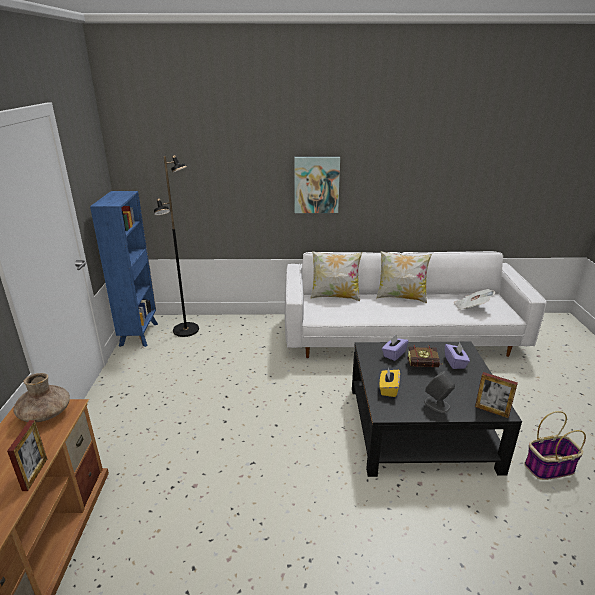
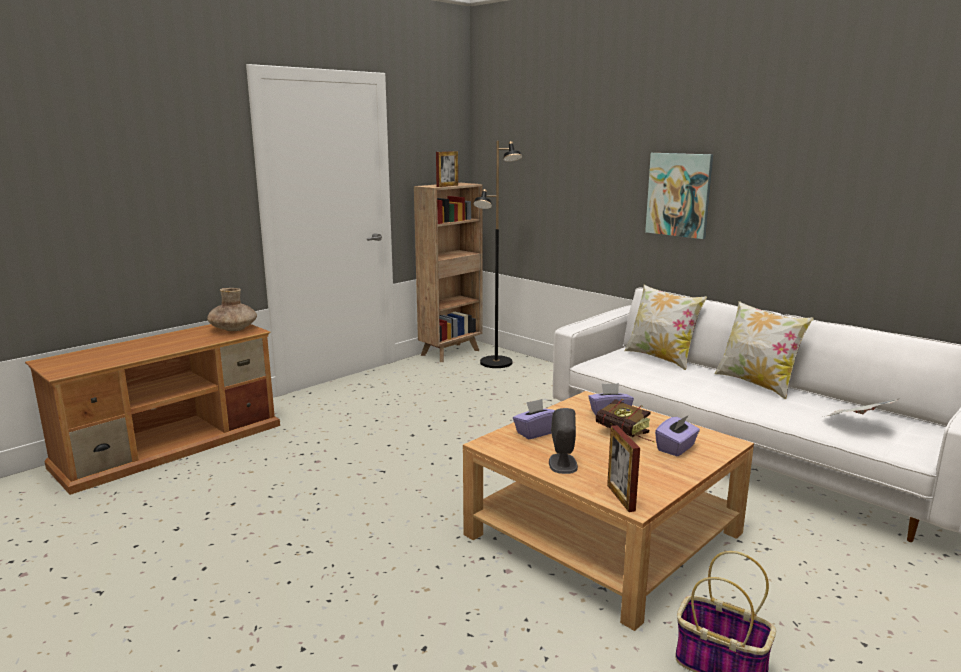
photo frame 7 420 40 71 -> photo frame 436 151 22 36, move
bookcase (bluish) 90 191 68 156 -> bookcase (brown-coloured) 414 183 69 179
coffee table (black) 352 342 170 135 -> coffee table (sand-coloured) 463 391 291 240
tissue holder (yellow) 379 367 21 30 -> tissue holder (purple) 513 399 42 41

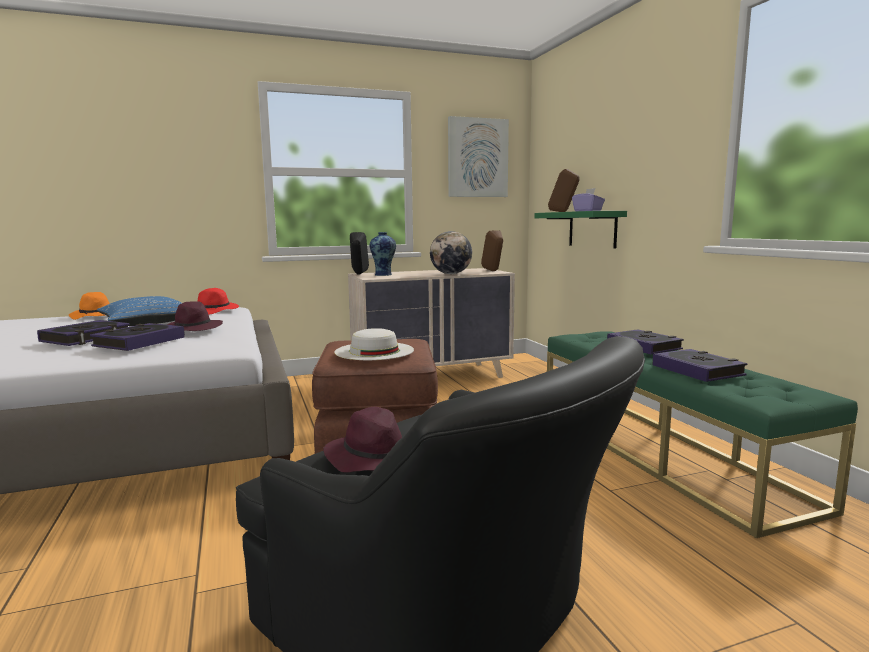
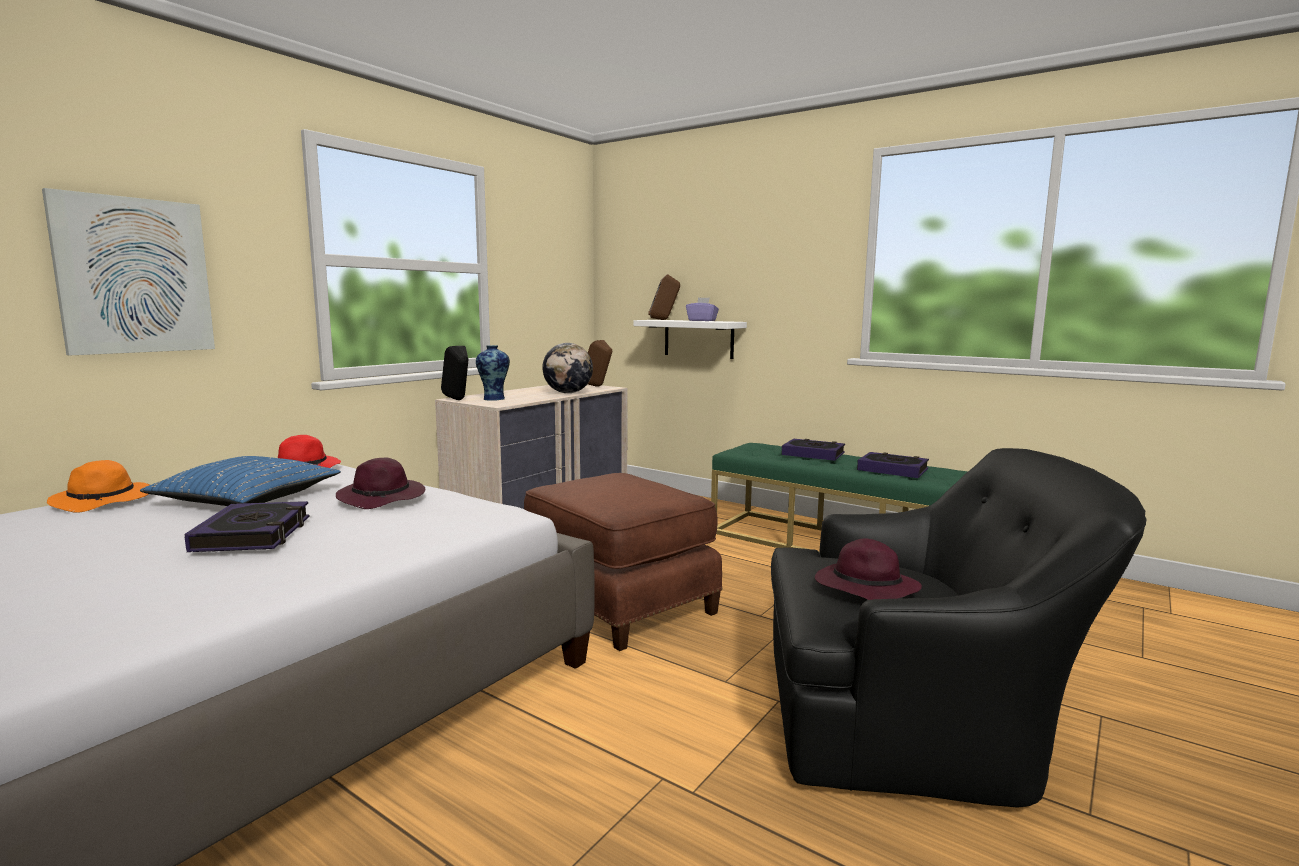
volume 90 323 95 28 -> none
hat (white-coloured) 334 328 80 32 -> none
wall art 448 116 61 81 -> wall art 42 188 173 168, move
bracket shelf (greenish) 535 211 92 37 -> bracket shelf (white-coloured) 633 320 114 39

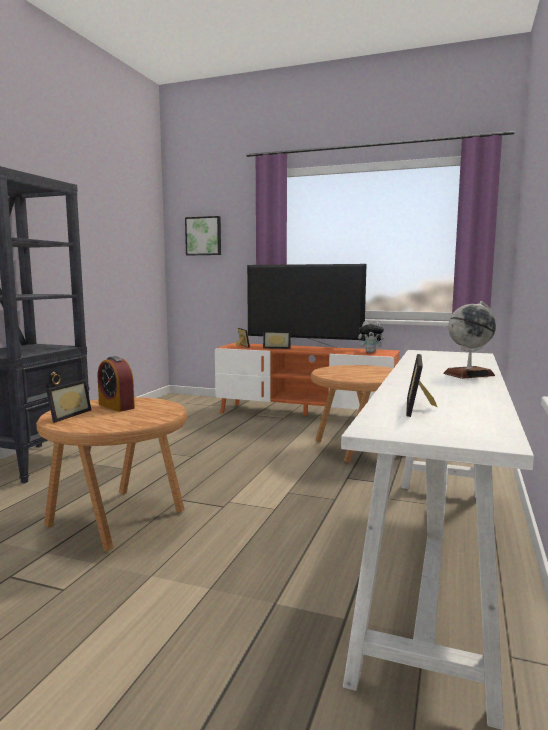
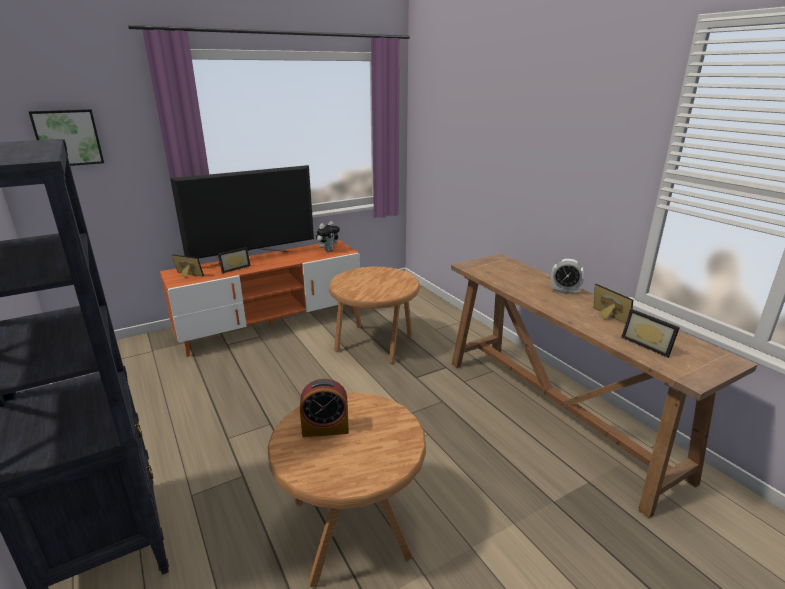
photo frame 46 380 45 43 -> photo frame 594 284 39 40, move
hall table (white-coloured) 341 350 193 380 -> hall table (brown-coloured) 451 254 306 264
desk globe 444 301 52 78 -> bedside clock 551 259 33 36

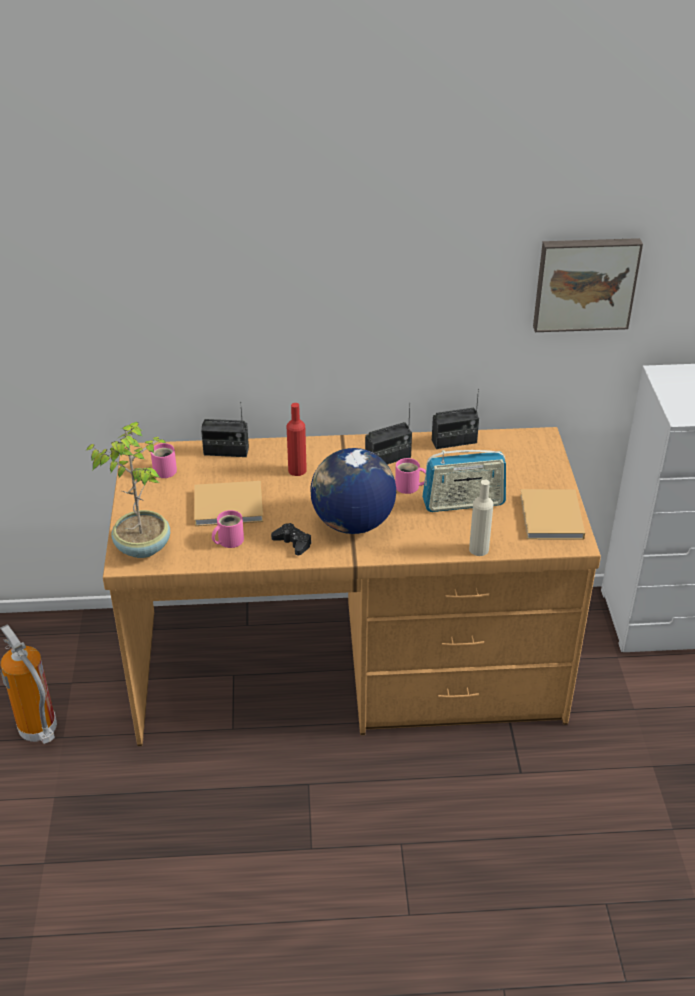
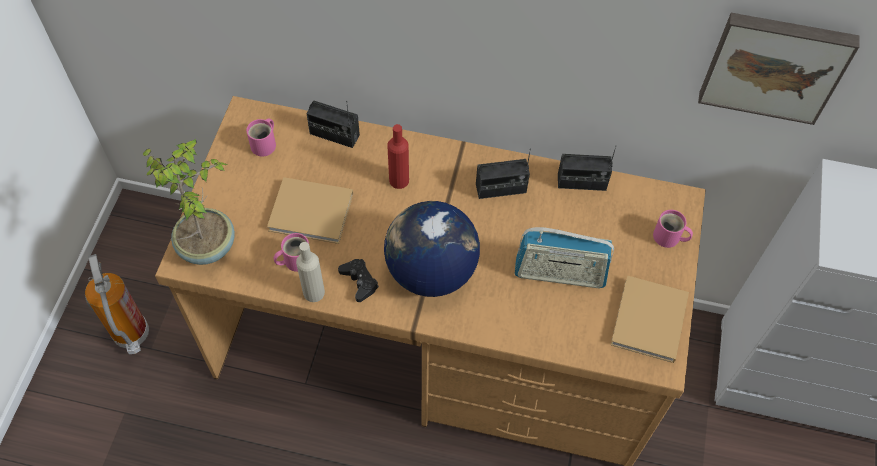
tea mug (pinkish) 395 458 31 36 -> tea mug (pinkish) 653 210 40 38, move
bottle (sand-coloured) 469 479 25 77 -> bottle (sand-coloured) 296 242 29 60, move

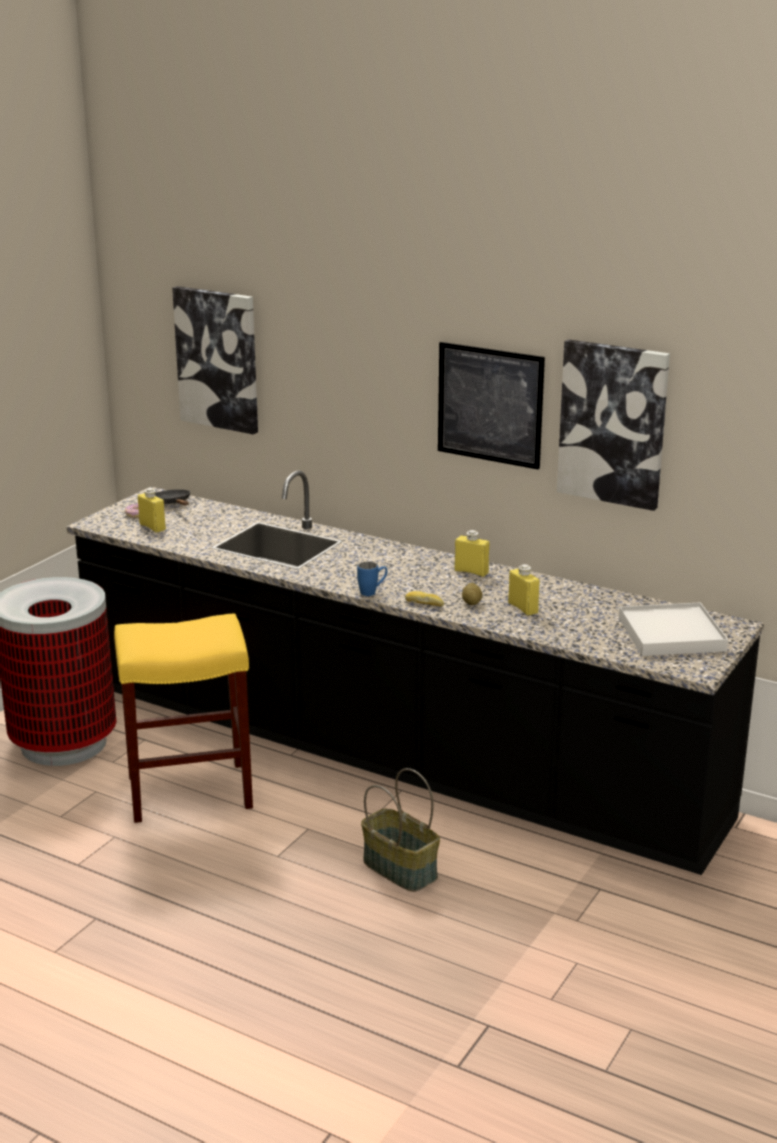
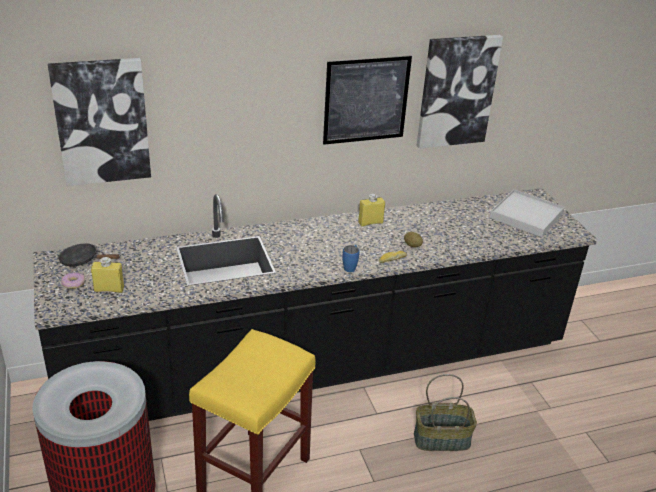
bottle (yellow) 508 564 32 52 -> none

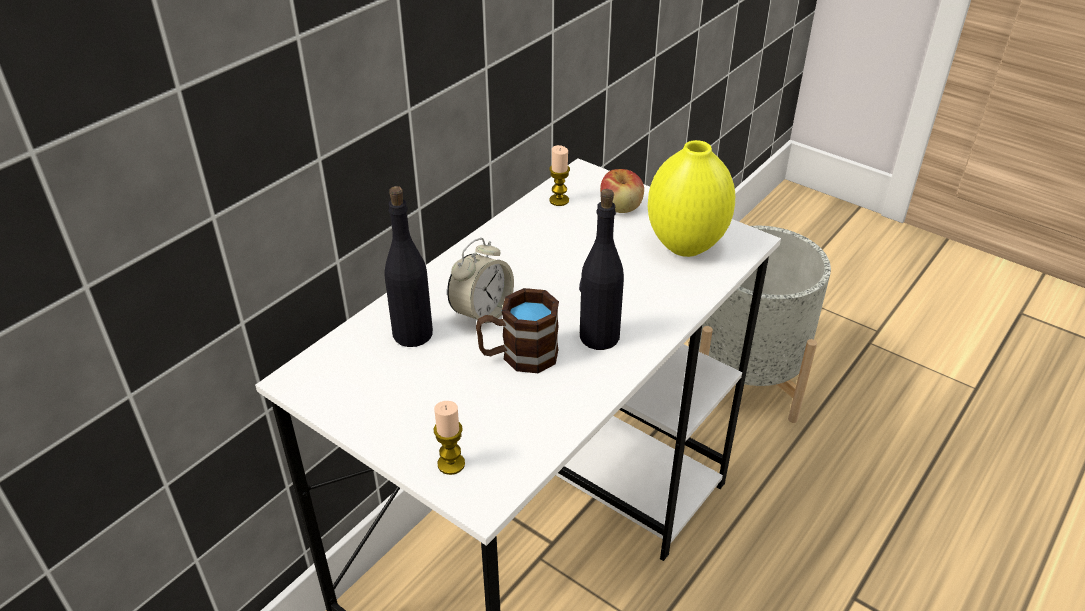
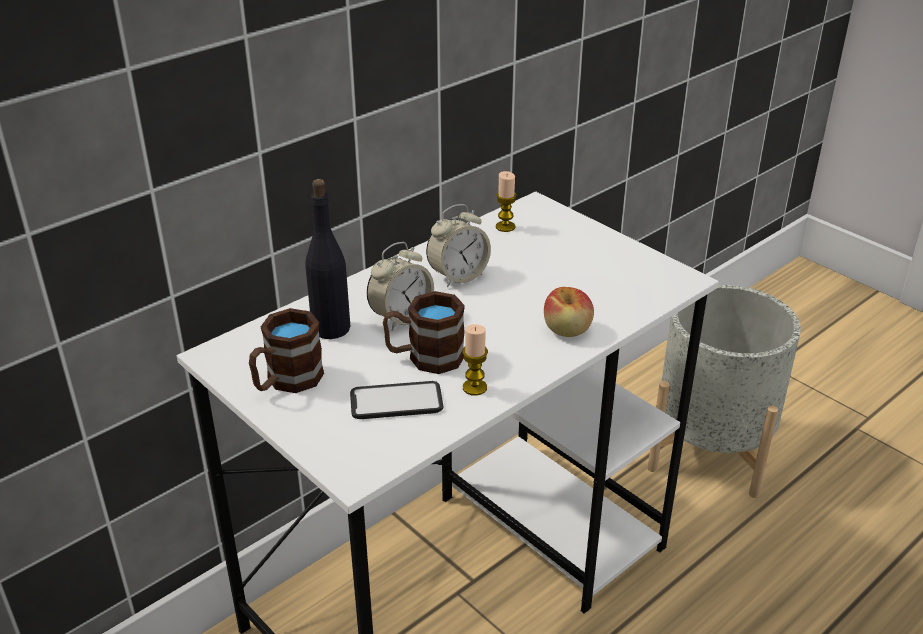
wax light 434 401 31 74 -> wax light 462 324 26 72, move
bottle (black) 579 189 45 161 -> none
whole apple 600 169 44 44 -> whole apple 544 287 50 50, move
decorative vase (yellow) 648 140 87 117 -> none
none -> tea mug (brown-coloured) 249 308 75 85
none -> handset 350 381 94 38
none -> bedside clock 426 204 65 83

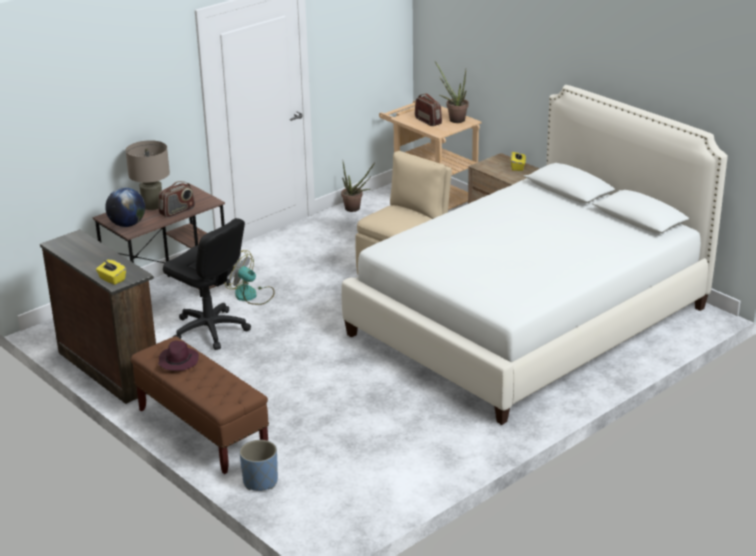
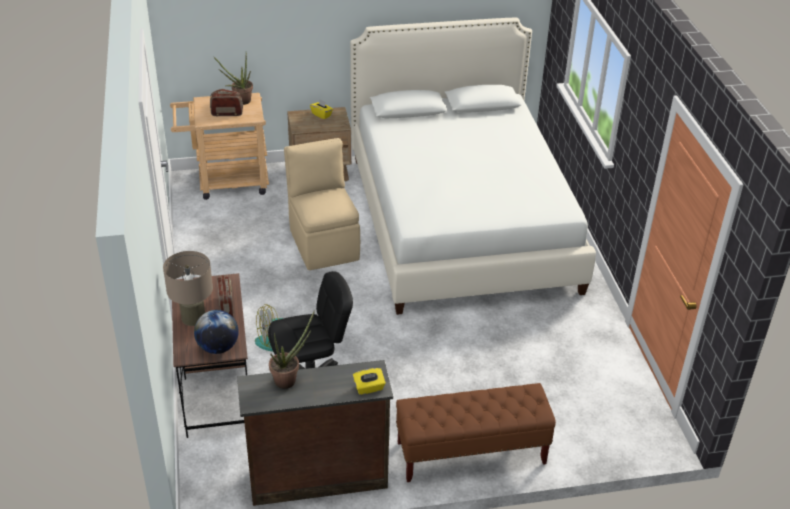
hat (purple) 158 341 41 30 -> none
flower pot (bluish) 239 440 39 51 -> none
houseplant 341 162 34 50 -> houseplant 269 310 46 79, move

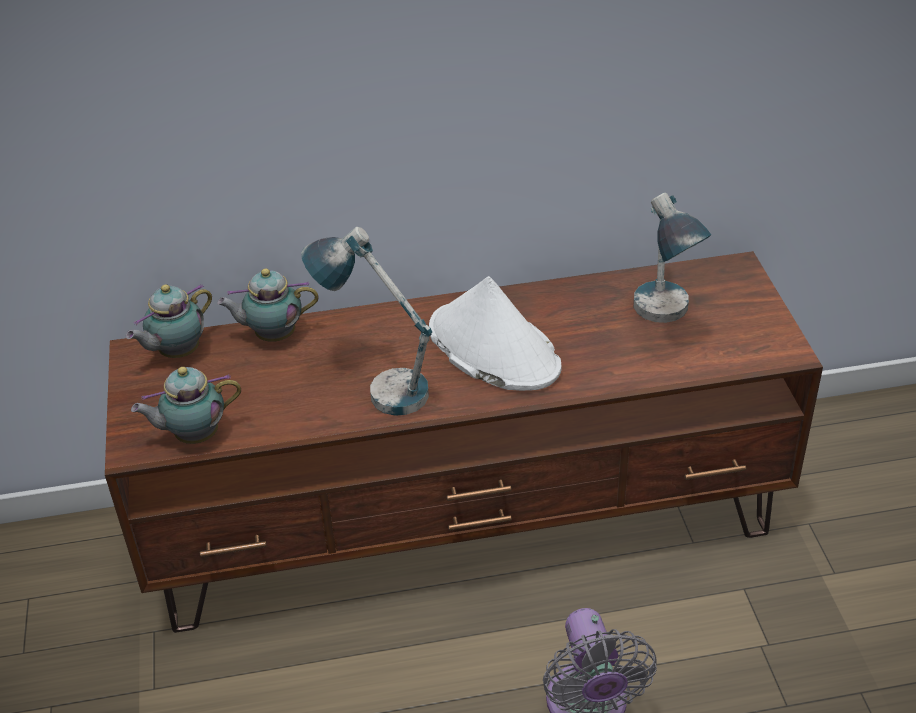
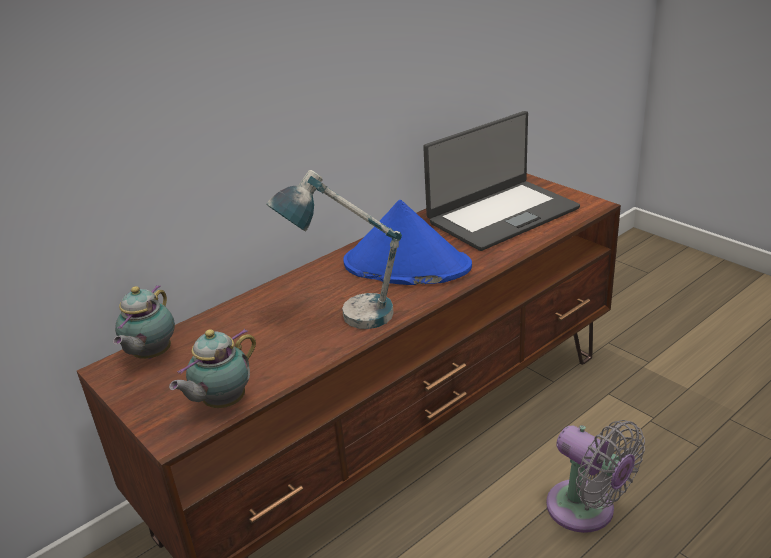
pot for tea 217 269 102 73 -> none
hat (white-coloured) 429 276 133 115 -> hat (bluish) 343 200 129 85
table lamp 634 193 77 130 -> notebook computer 423 111 157 140

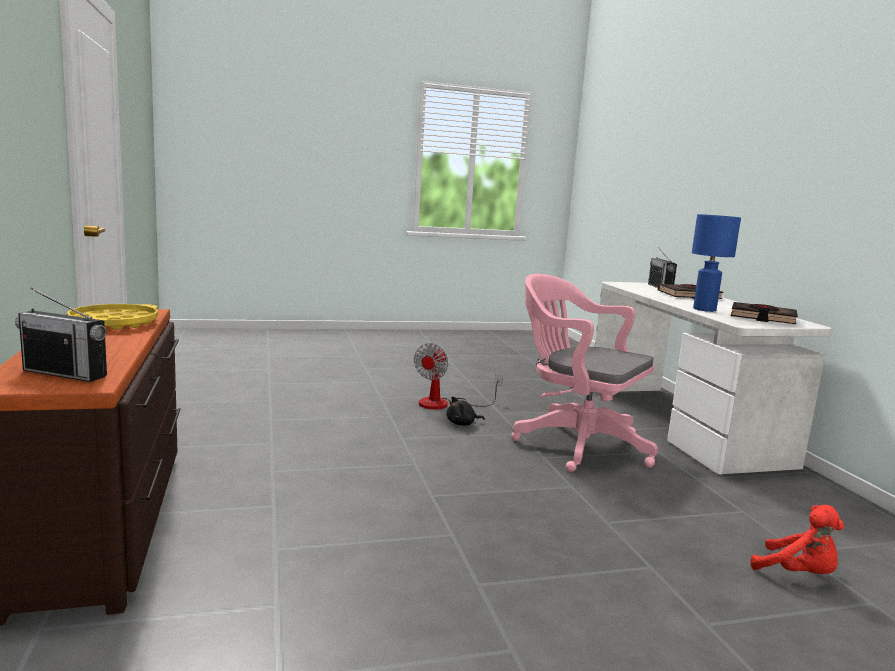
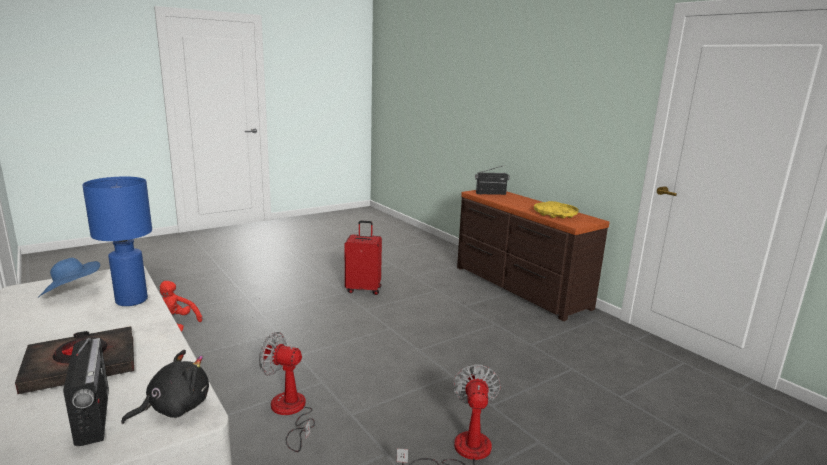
cuddly toy (black) 446 396 39 30 -> cuddly toy (black) 121 350 88 74, move
desk chair (pinkish) 511 274 147 198 -> electric fan 259 332 56 120
volume (black) 731 302 67 22 -> hat (bluish) 38 258 62 39
none -> suitcase (reddish) 345 221 37 74

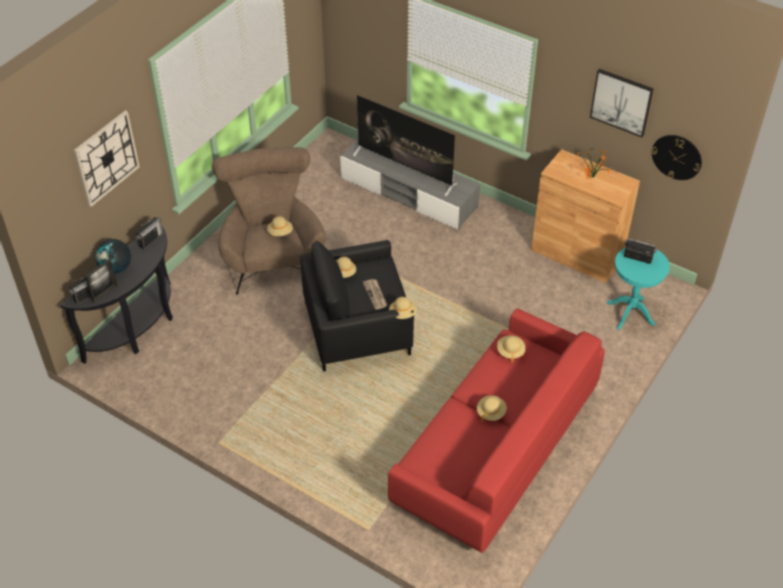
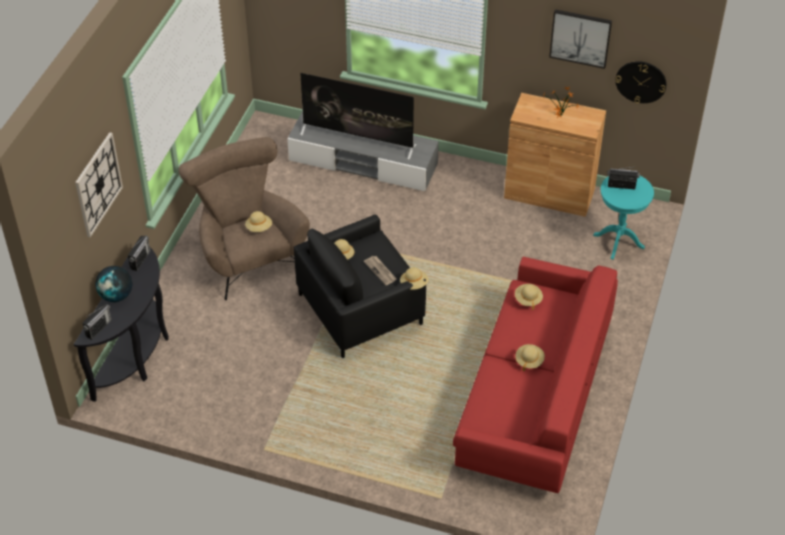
photo frame 85 259 33 44 -> none

